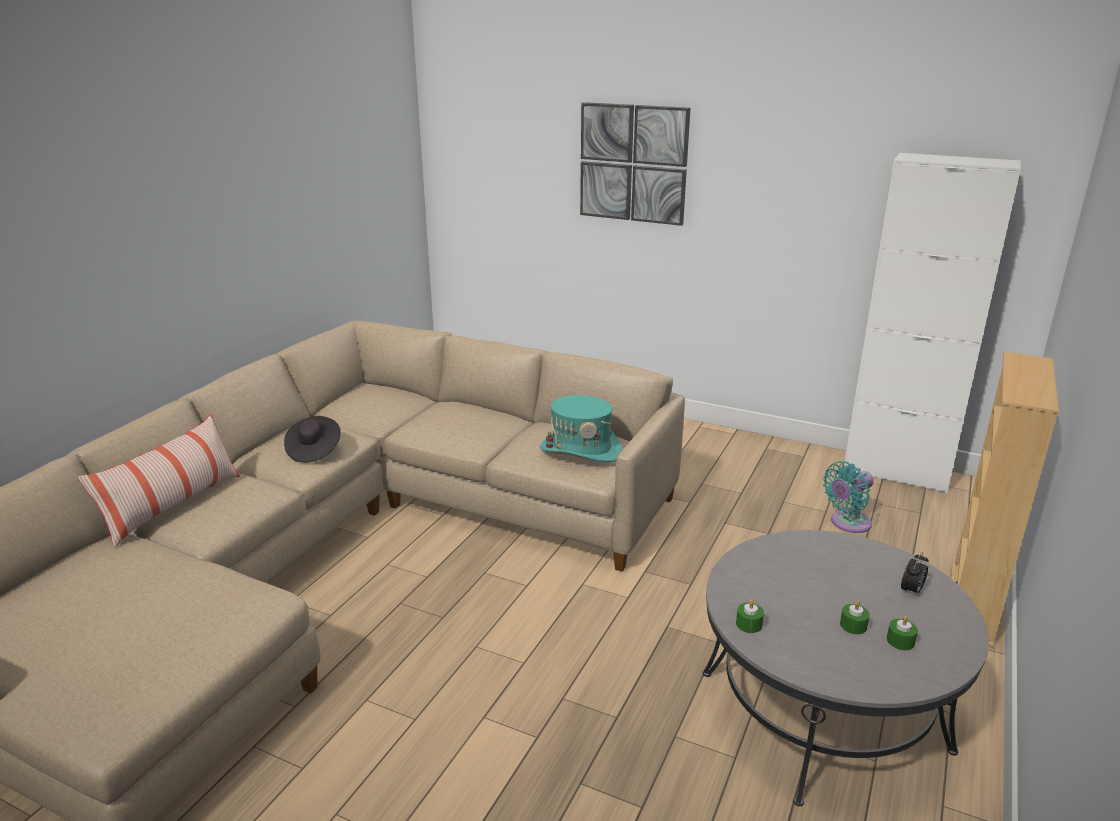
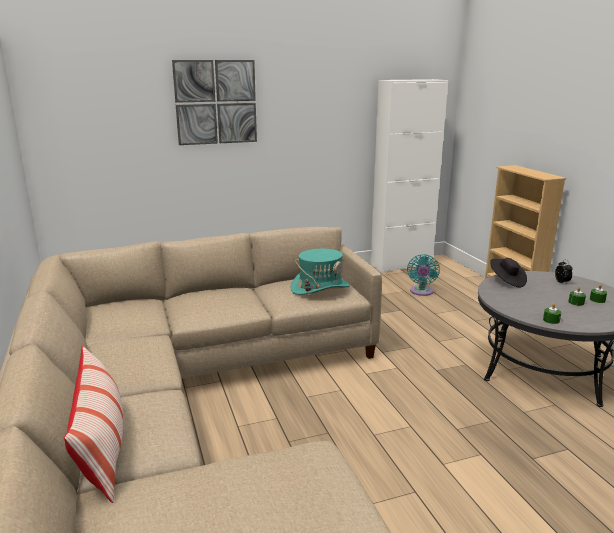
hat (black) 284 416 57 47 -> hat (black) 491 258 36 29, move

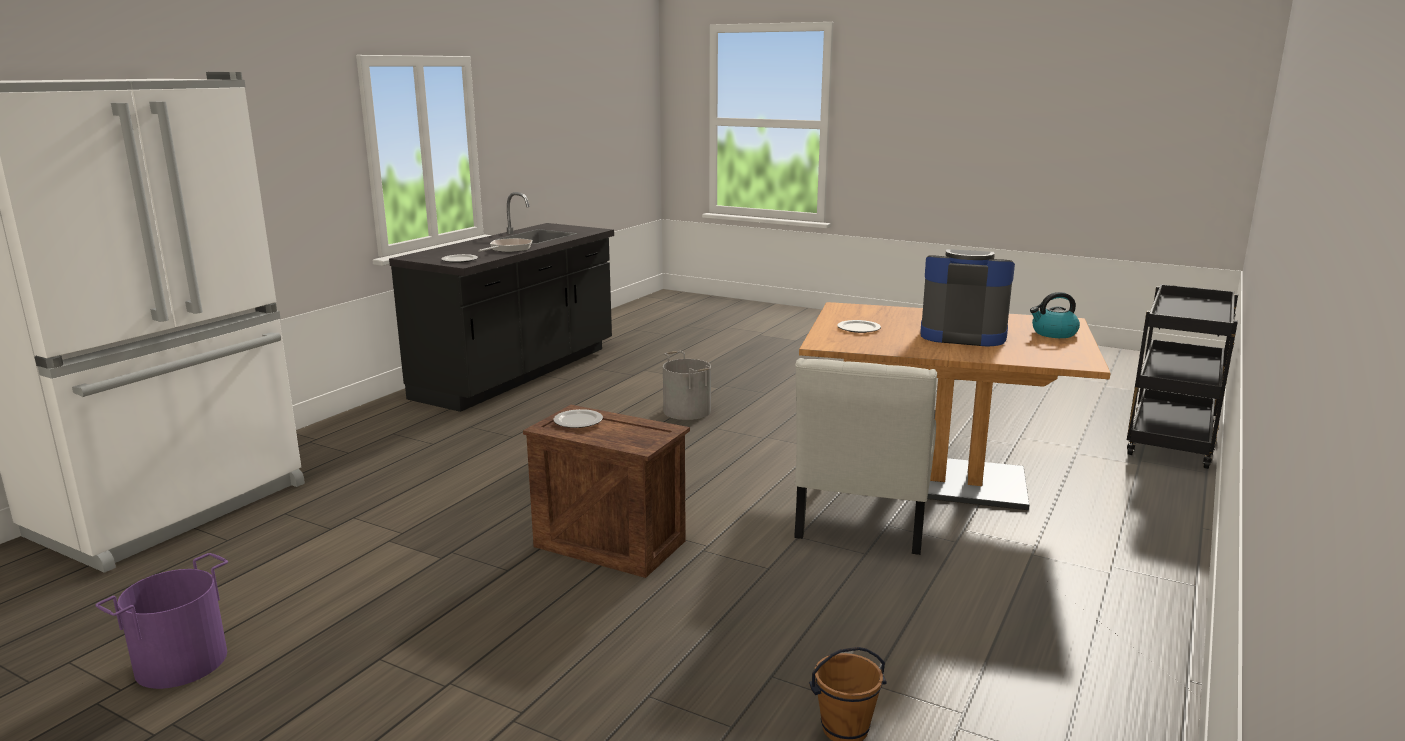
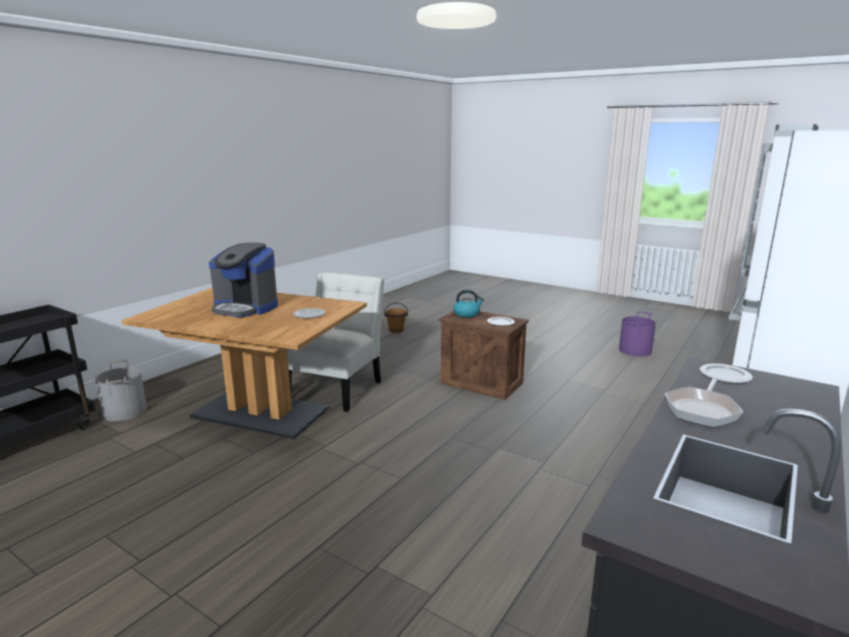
water bucket (grey) 663 351 48 69 -> water bucket (grey) 95 360 52 61, move
tea kettle 1030 292 50 46 -> tea kettle 453 290 31 27, move

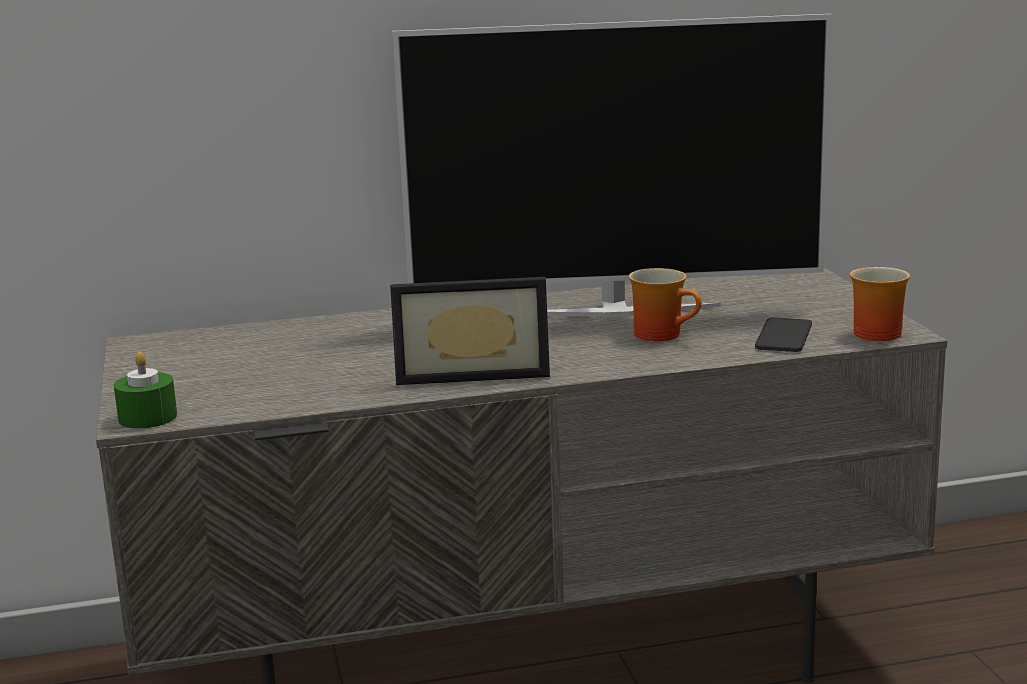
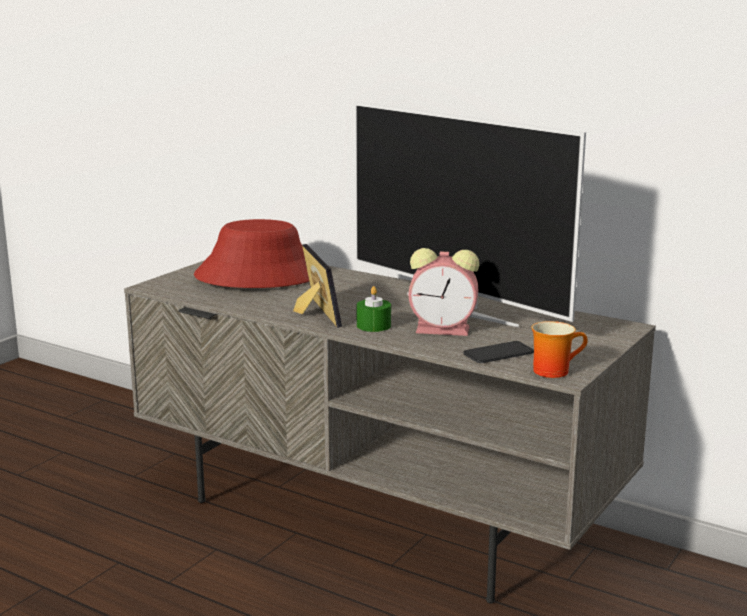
wax light (greenish) 114 352 63 76 -> wax light (greenish) 357 286 34 46, move
photo frame 390 277 160 108 -> photo frame 293 244 49 84, 150 degrees counterclockwise
tea mug 629 268 73 73 -> bedside clock 408 248 71 88
none -> hat (reddish) 194 219 115 69

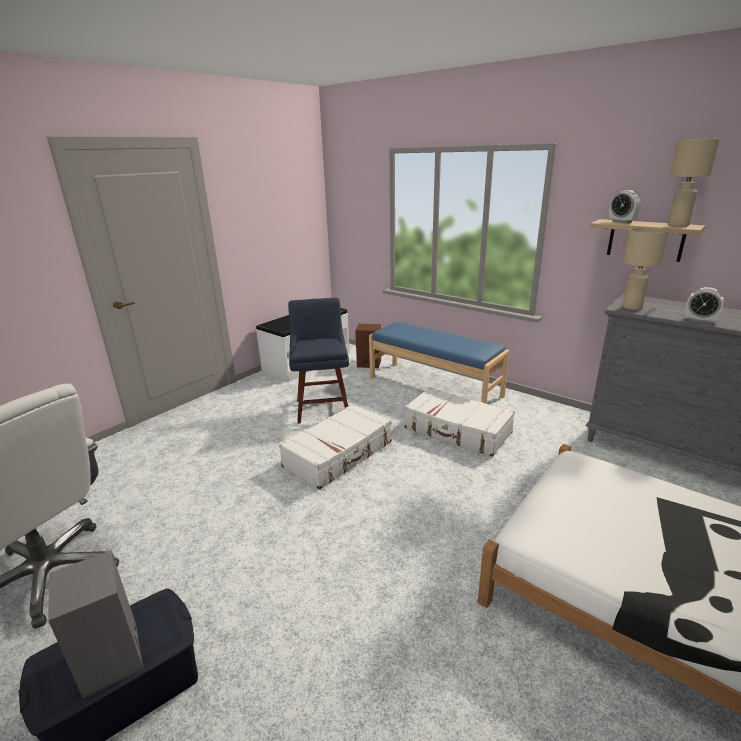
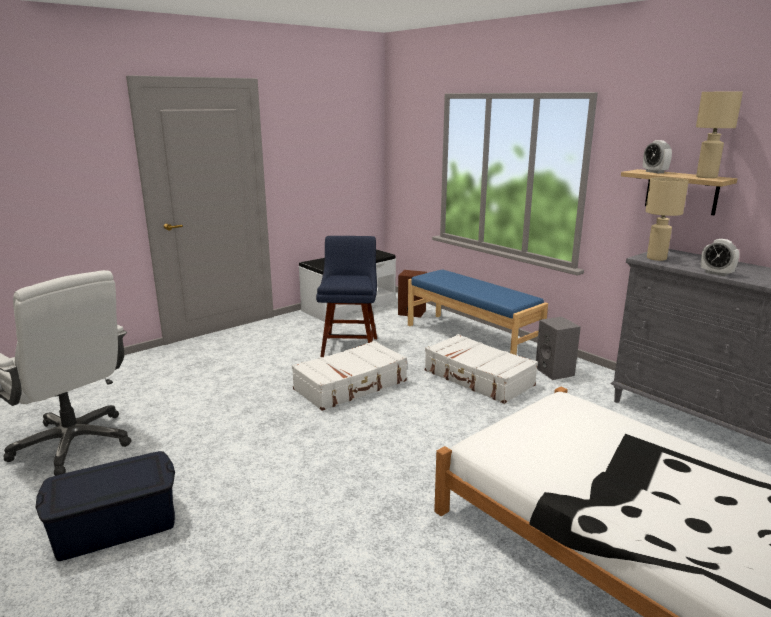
audio speaker (grey) 48 550 95 148 -> audio speaker (grey) 536 317 45 63, move

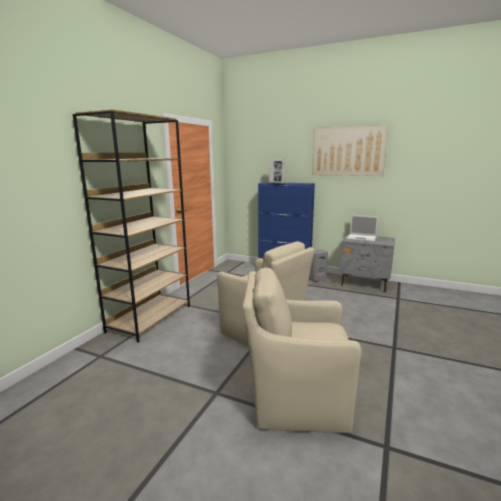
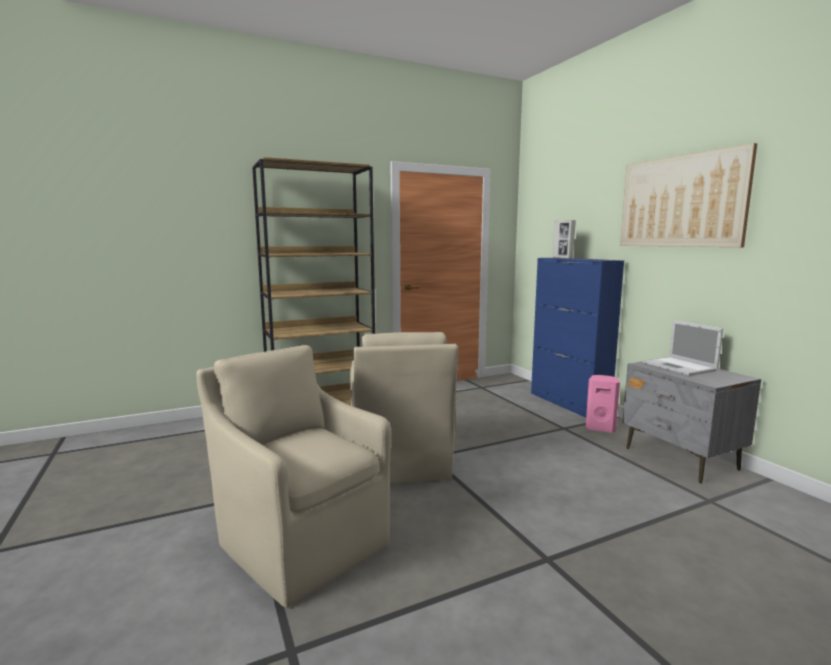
audio speaker (grey) 309 249 19 32 -> audio speaker (pinkish) 585 375 35 58

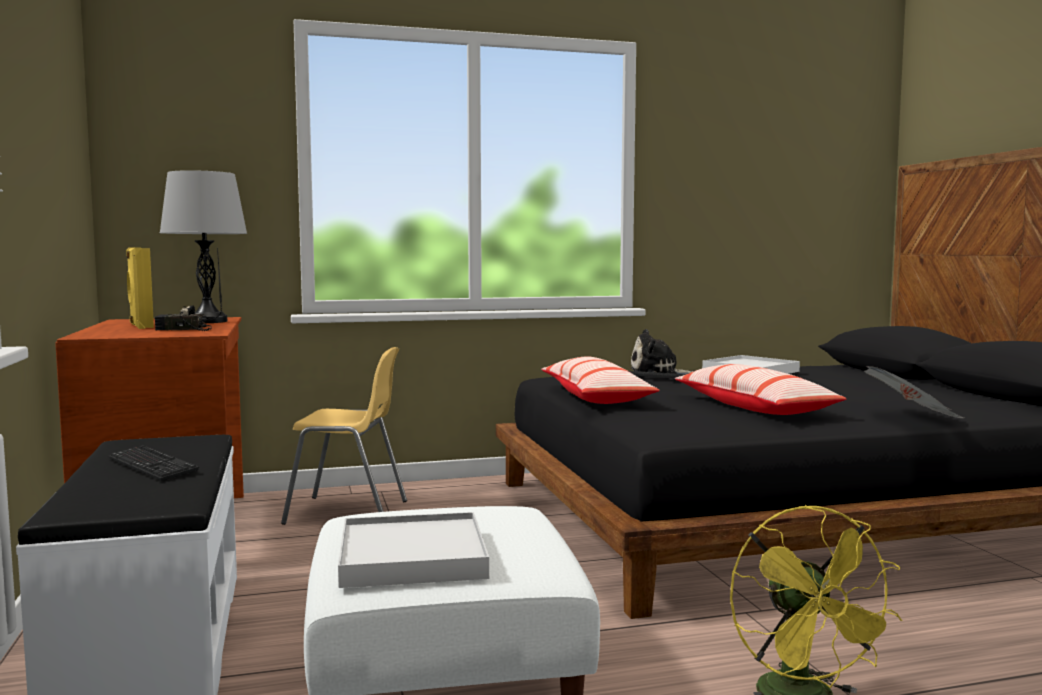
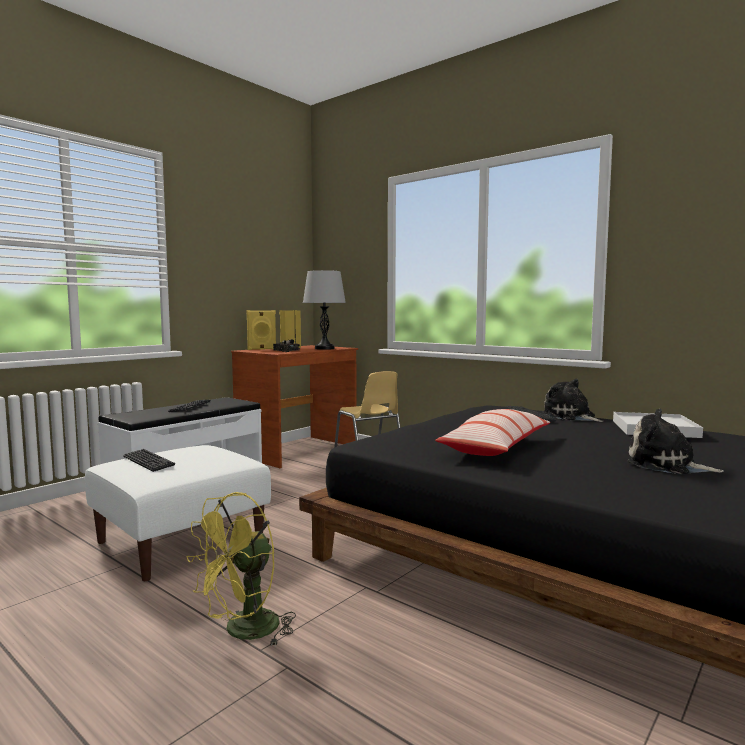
carrying tray (white-coloured) 338 512 151 76 -> computer keyboard 123 449 52 23
pillow 541 356 119 48 -> none
printed paper 864 366 100 52 -> none
none -> audio speaker (yellow) 246 310 30 40
none -> cuddly toy 628 409 96 65

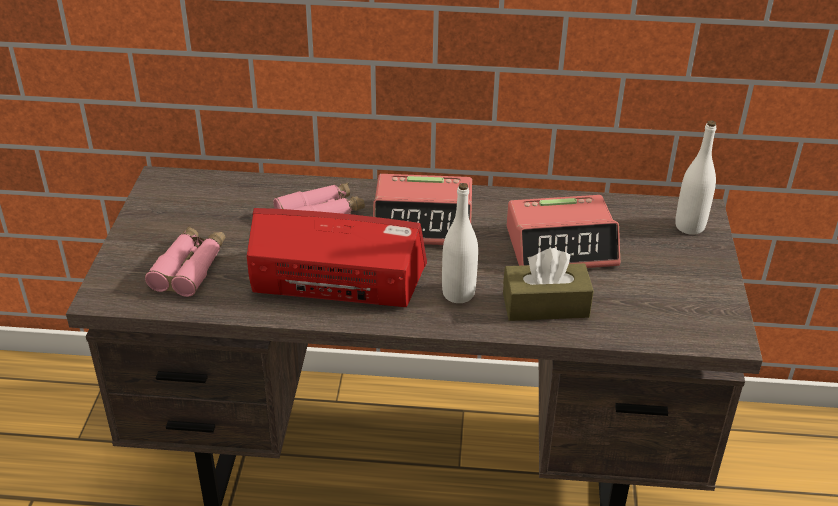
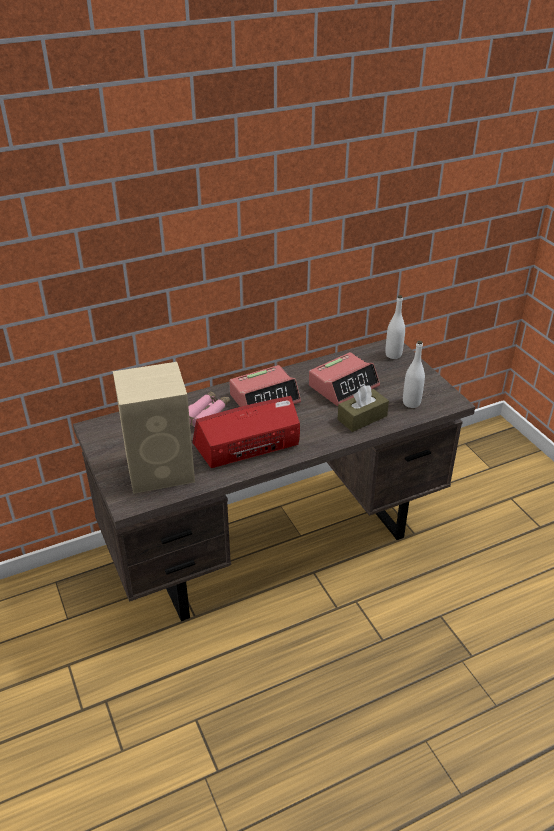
field glasses (pinkish) 145 226 80 71 -> audio speaker (sand-coloured) 113 362 82 132
bottle (white-coloured) 442 183 36 120 -> bottle (white-coloured) 403 341 22 67, move

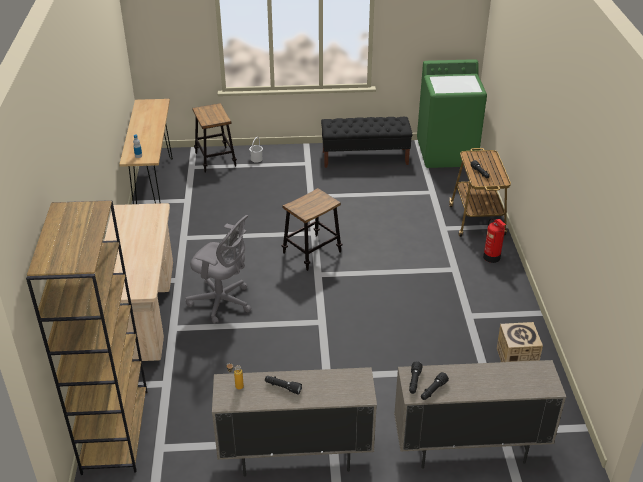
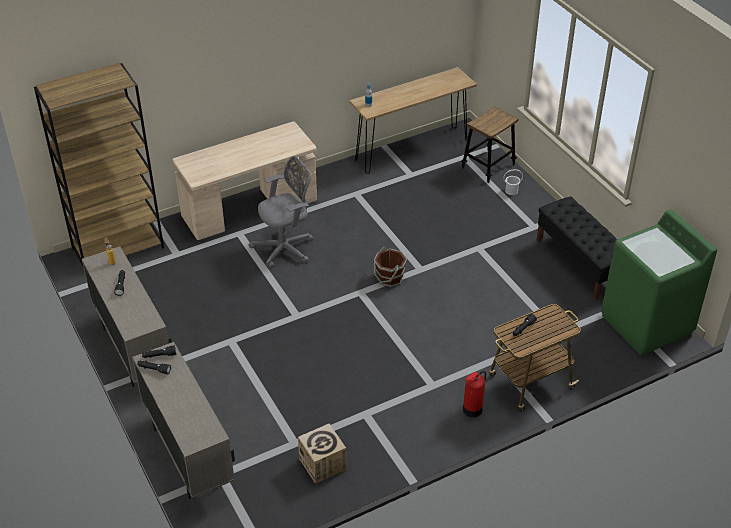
desk chair (grey) 185 215 66 109 -> desk chair (grey) 248 156 65 112, 120 degrees counterclockwise
stool 282 188 60 83 -> water bucket (brown-coloured) 374 247 33 40

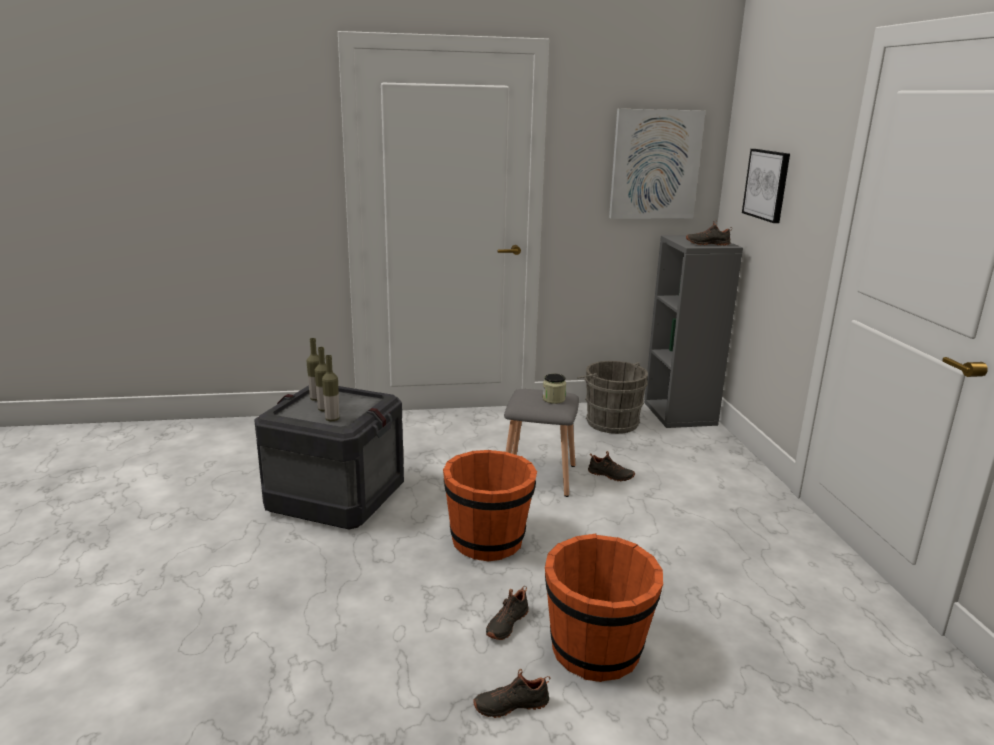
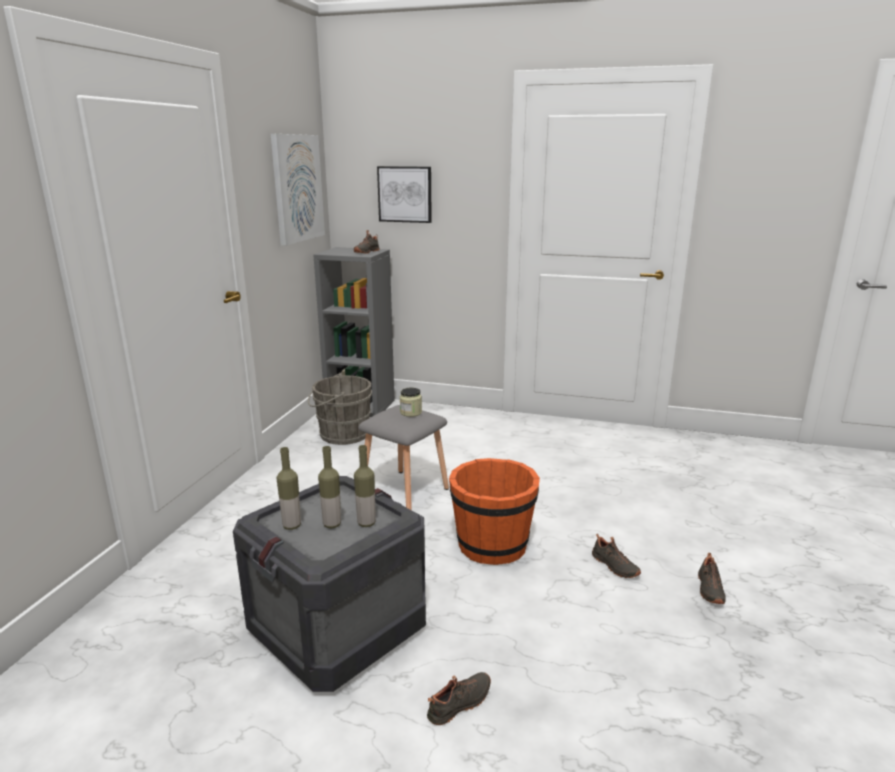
water bucket (orange) 545 534 118 148 -> none
low shoe (black) 588 451 47 30 -> low shoe (black) 427 672 64 53, move

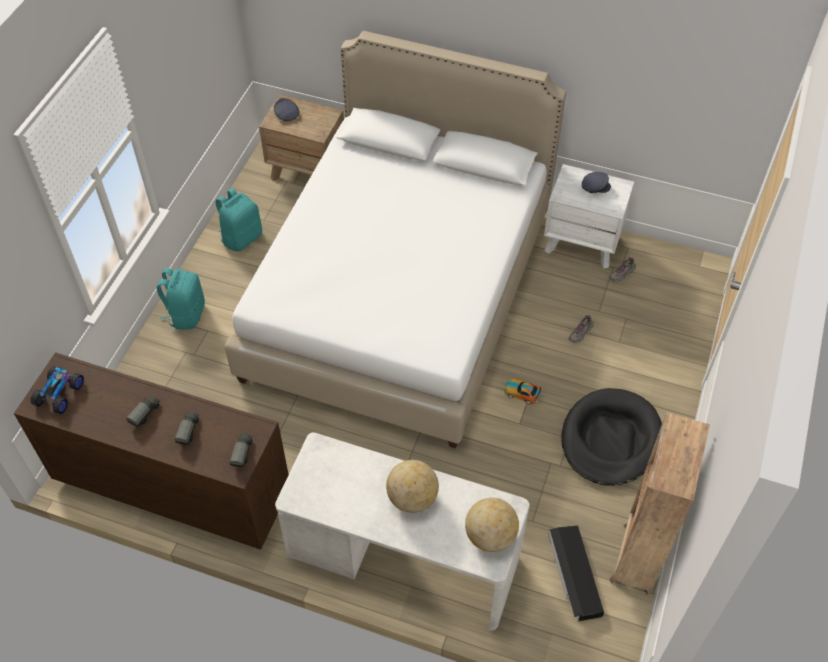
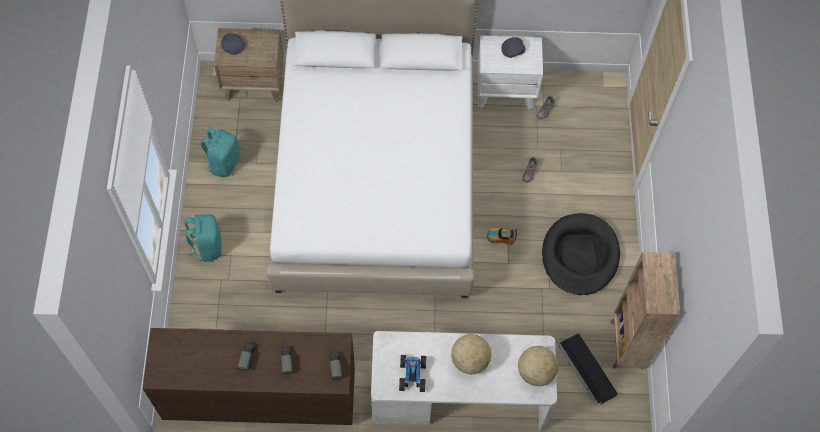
miniature car 30 366 54 48 -> miniature car 399 355 27 37, move

